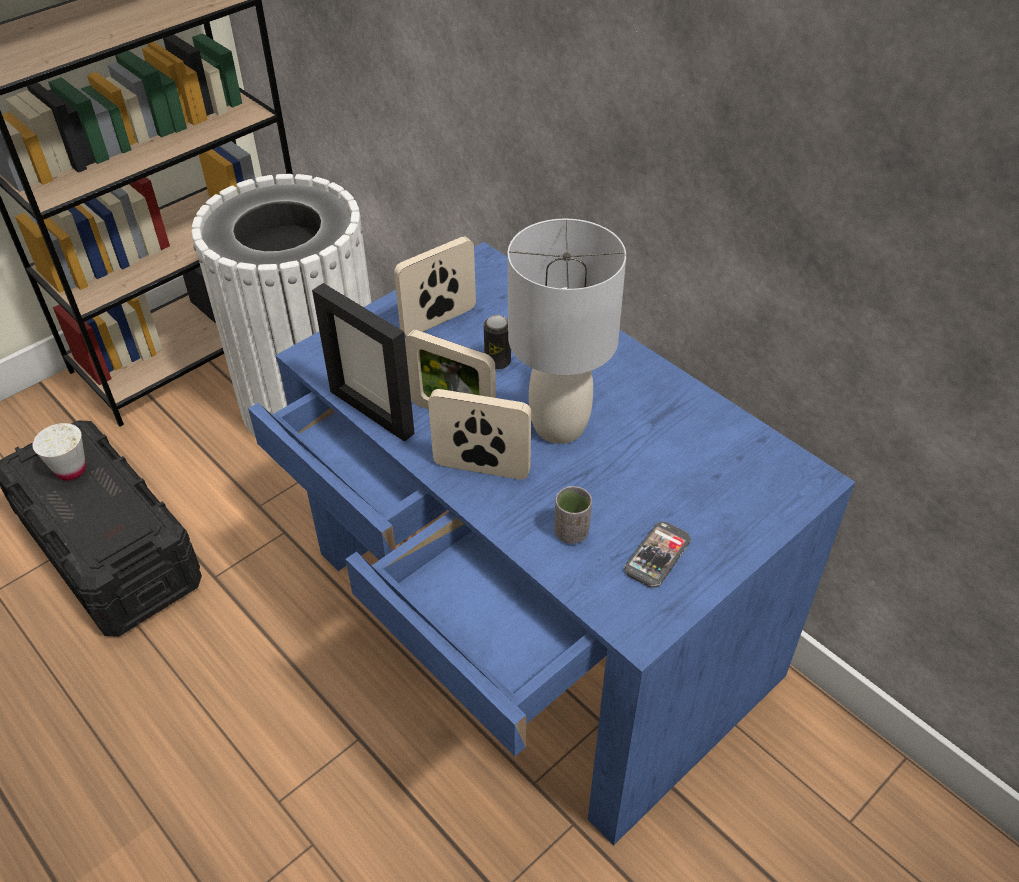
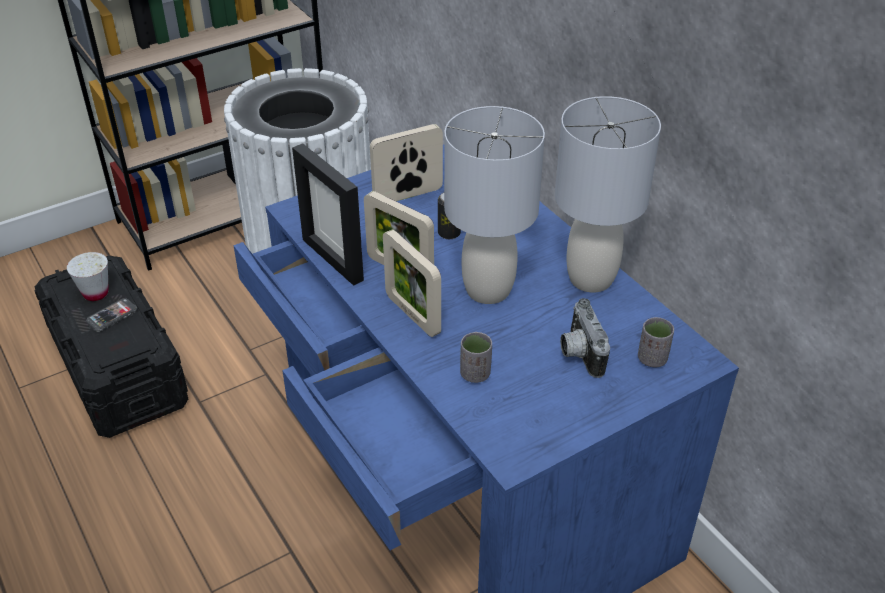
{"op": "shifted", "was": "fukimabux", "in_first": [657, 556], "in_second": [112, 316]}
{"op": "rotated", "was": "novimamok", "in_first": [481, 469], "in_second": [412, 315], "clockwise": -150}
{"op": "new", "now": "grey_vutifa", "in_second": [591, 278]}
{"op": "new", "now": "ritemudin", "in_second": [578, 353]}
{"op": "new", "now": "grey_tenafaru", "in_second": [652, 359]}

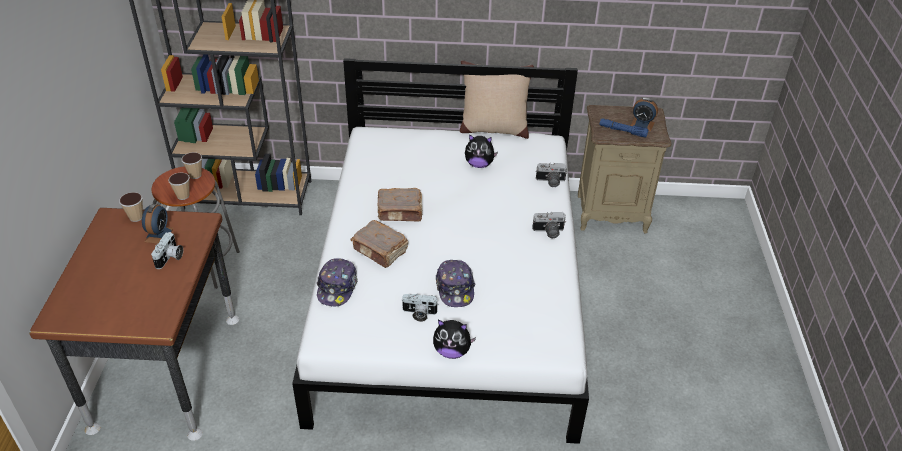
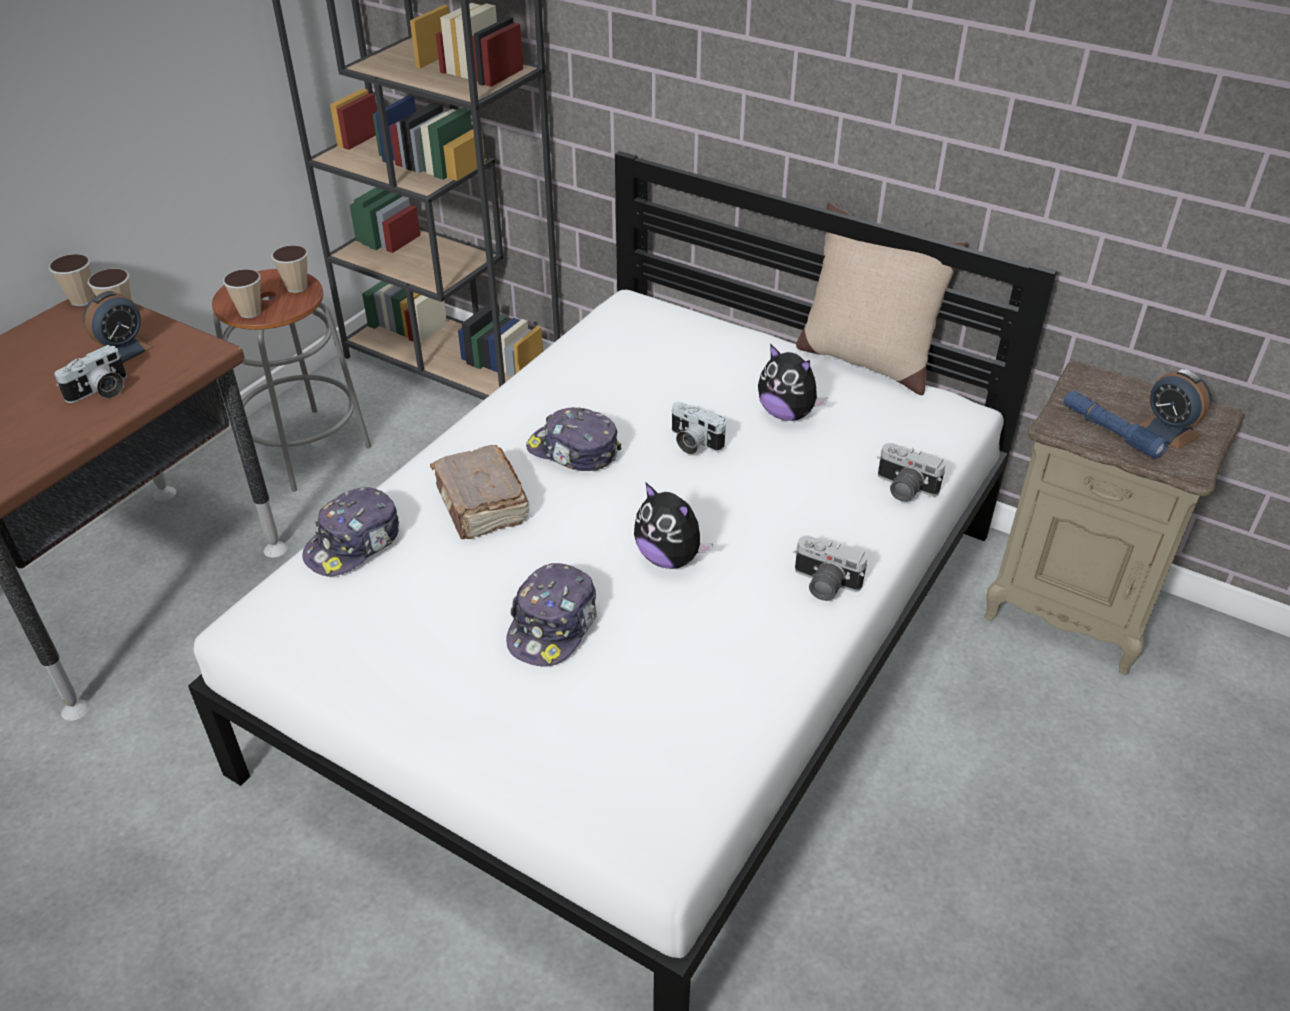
{"op": "new", "now": "tenafaru", "in_second": [82, 300]}
{"op": "swapped", "was": "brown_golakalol", "now": "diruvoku", "in_first": [400, 212], "in_second": [573, 451]}
{"op": "shifted", "was": "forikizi", "in_first": [452, 351], "in_second": [669, 557]}
{"op": "shifted", "was": "ritemudin", "in_first": [419, 314], "in_second": [692, 442]}

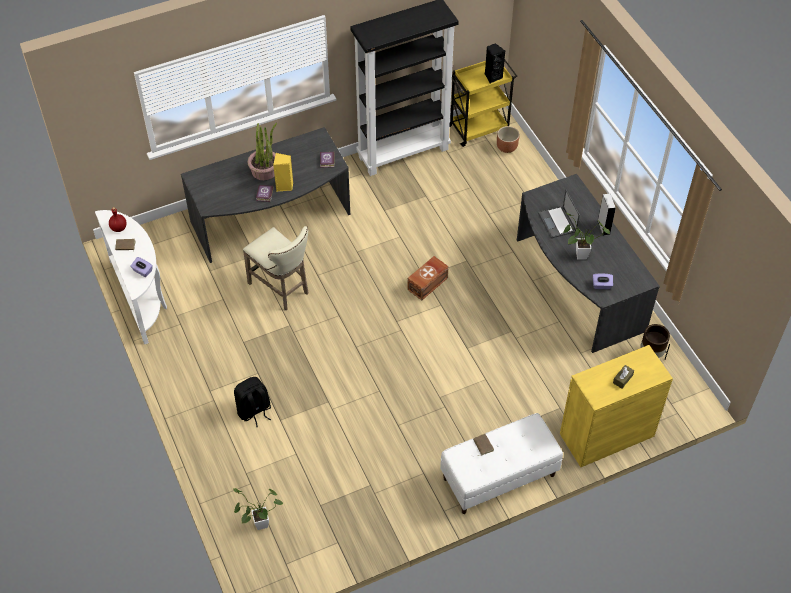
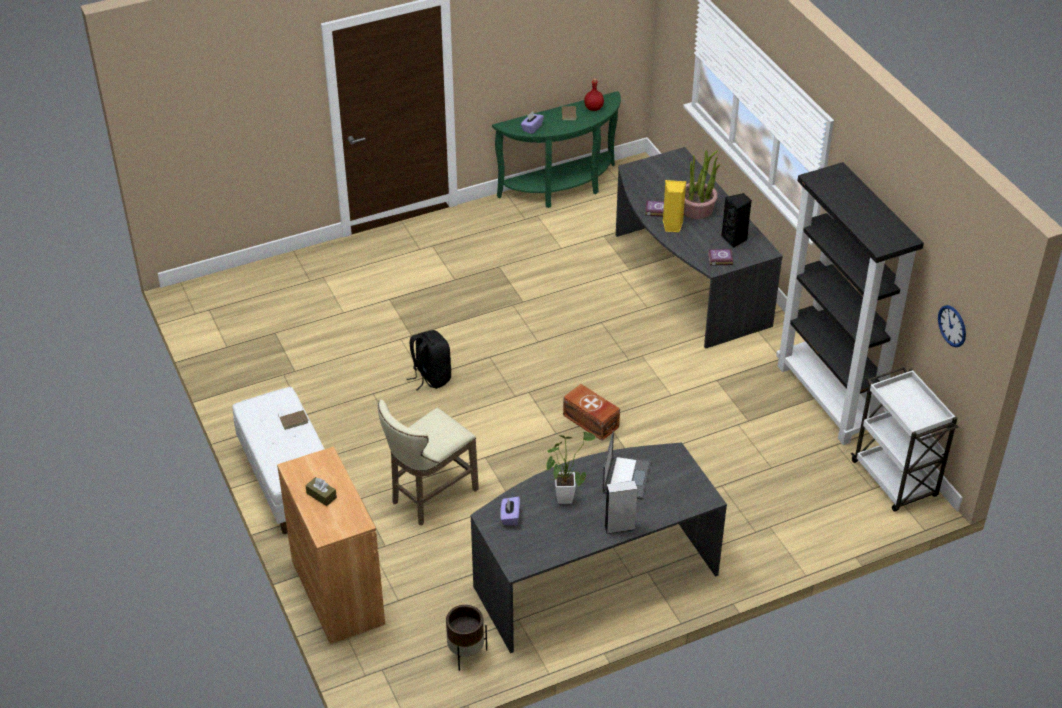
{"op": "repainted", "was": "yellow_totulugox", "now": "brown_totulugox", "in_first": [607, 435], "in_second": [337, 592]}
{"op": "shifted", "was": "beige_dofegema", "in_first": [281, 289], "in_second": [429, 497]}
{"op": "shifted", "was": "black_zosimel", "in_first": [254, 411], "in_second": [430, 377]}
{"op": "repainted", "was": "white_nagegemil", "now": "green_nagegemil", "in_first": [142, 297], "in_second": [563, 189]}
{"op": "rotated", "was": "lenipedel", "in_first": [557, 222], "in_second": [626, 477], "clockwise": 120}
{"op": "shifted", "was": "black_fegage", "in_first": [492, 76], "in_second": [735, 239]}
{"op": "repainted", "was": "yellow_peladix", "now": "white_peladix", "in_first": [479, 128], "in_second": [895, 480]}
{"op": "new", "now": "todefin", "in_second": [952, 326]}
{"op": "gone", "was": "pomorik", "in_first": [258, 525]}
{"op": "gone", "was": "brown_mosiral", "in_first": [507, 147]}

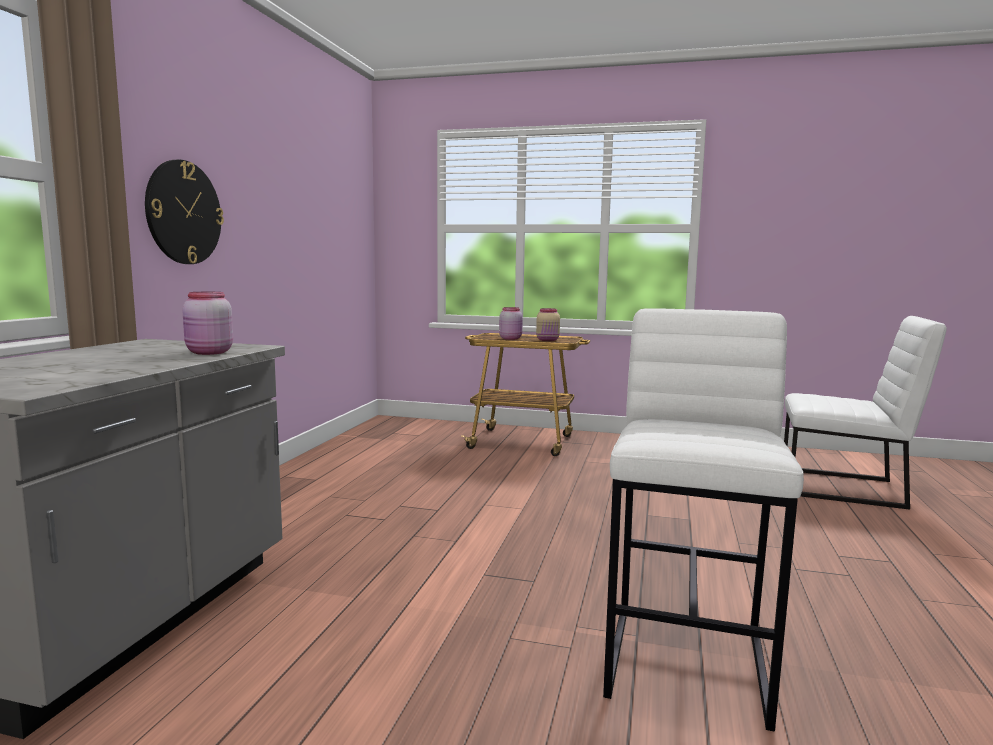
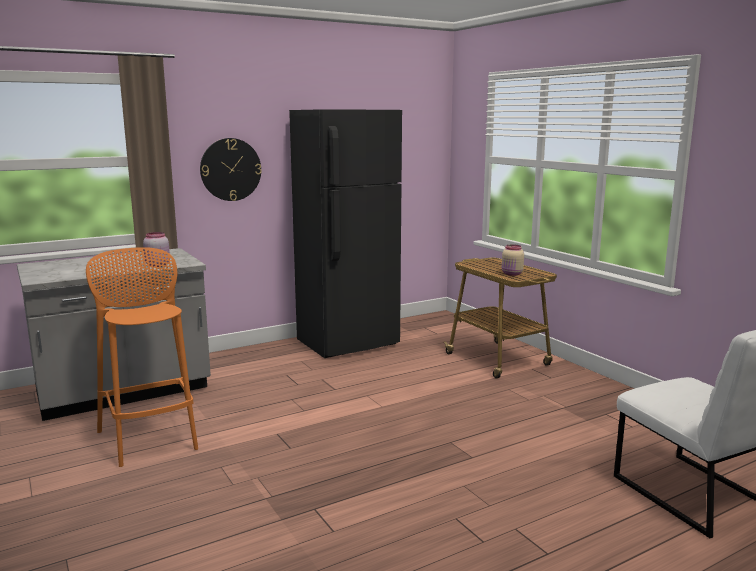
{"op": "new", "now": "orange_dofegema", "in_second": [152, 438]}
{"op": "new", "now": "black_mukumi", "in_second": [348, 342]}
{"op": "gone", "was": "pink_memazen", "in_first": [511, 338]}
{"op": "gone", "was": "white_dofegema", "in_first": [686, 658]}

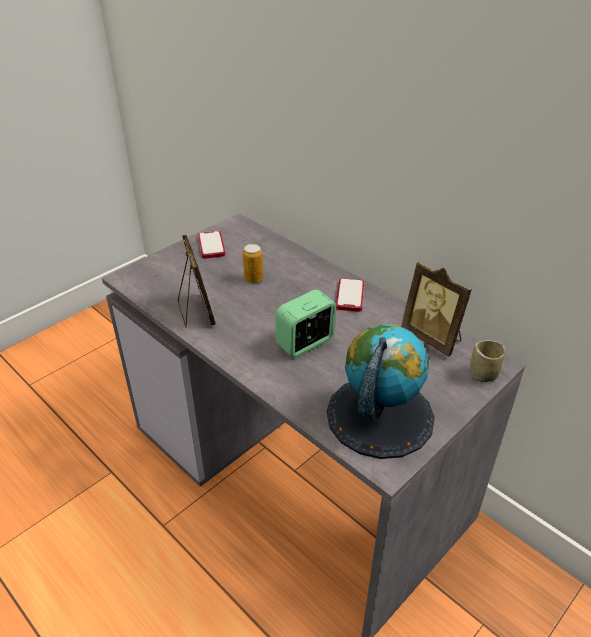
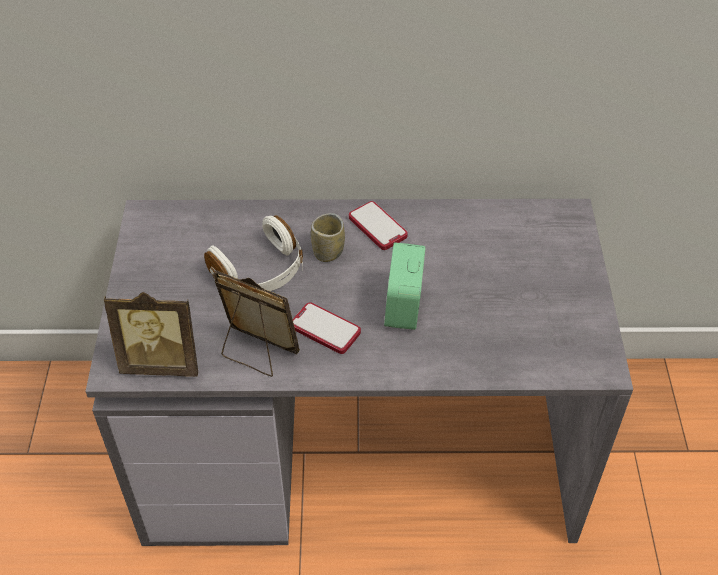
{"op": "shifted", "was": "novimamok", "in_first": [433, 338], "in_second": [162, 362]}
{"op": "swapped", "was": "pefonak", "now": "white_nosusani", "in_first": [253, 279], "in_second": [260, 272]}
{"op": "shifted", "was": "fukimabux", "in_first": [211, 246], "in_second": [325, 329]}
{"op": "shifted", "was": "tenafaru", "in_first": [483, 375], "in_second": [328, 252]}
{"op": "gone", "was": "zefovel", "in_first": [379, 415]}

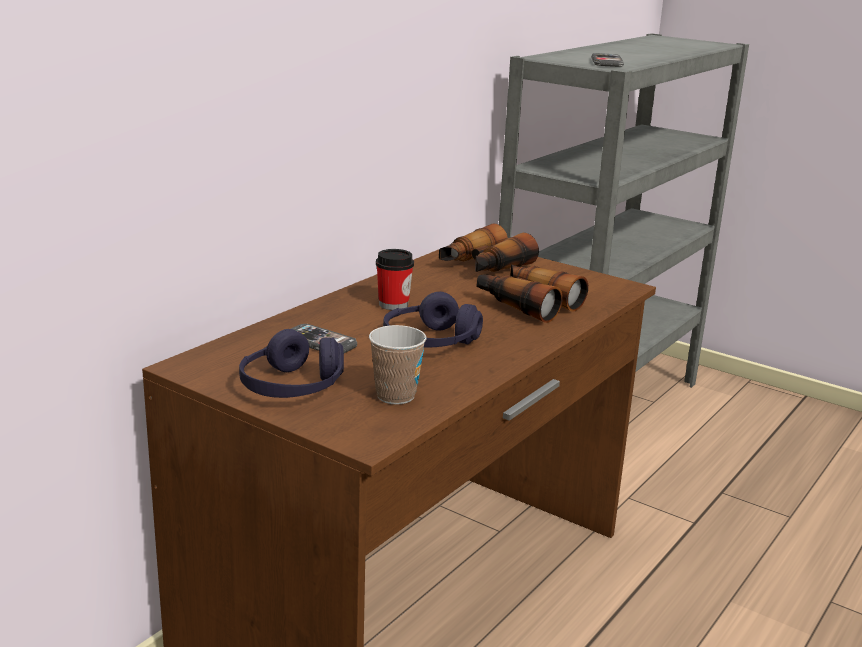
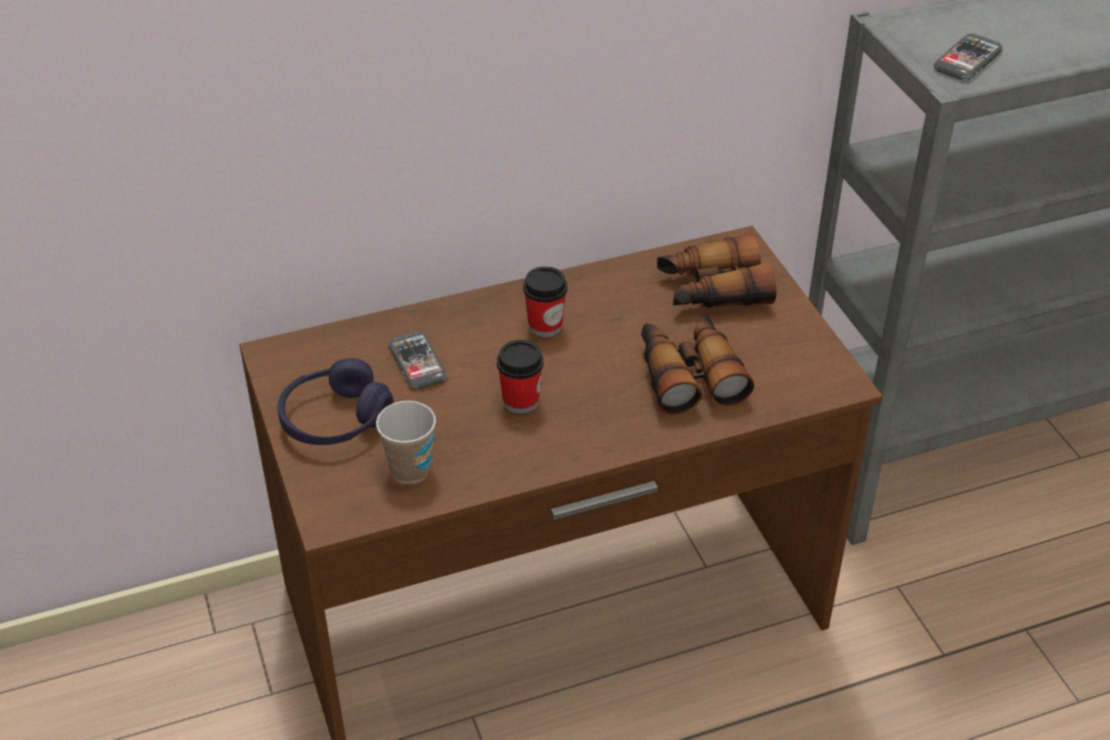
{"op": "swapped", "was": "purple_nosusani", "now": "tenafaru", "in_first": [430, 342], "in_second": [520, 401]}

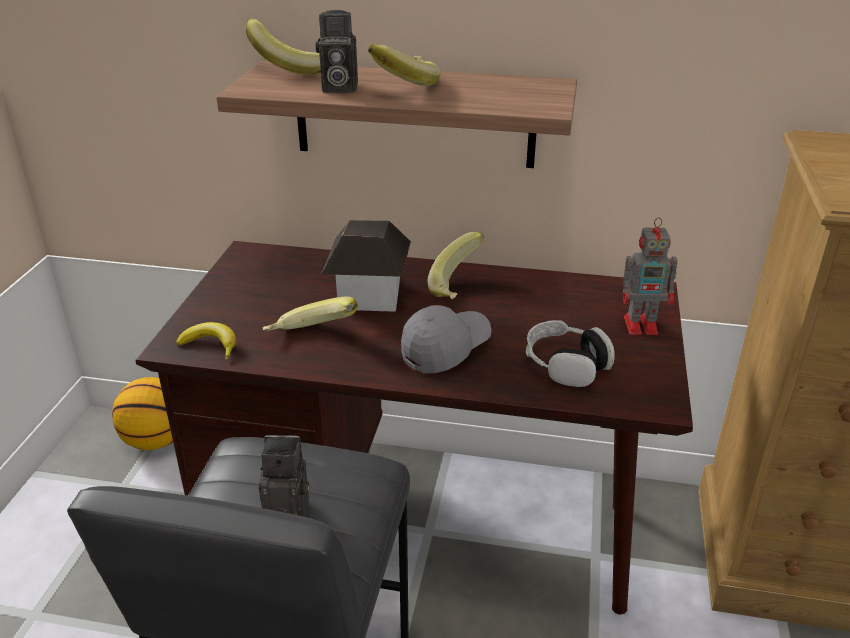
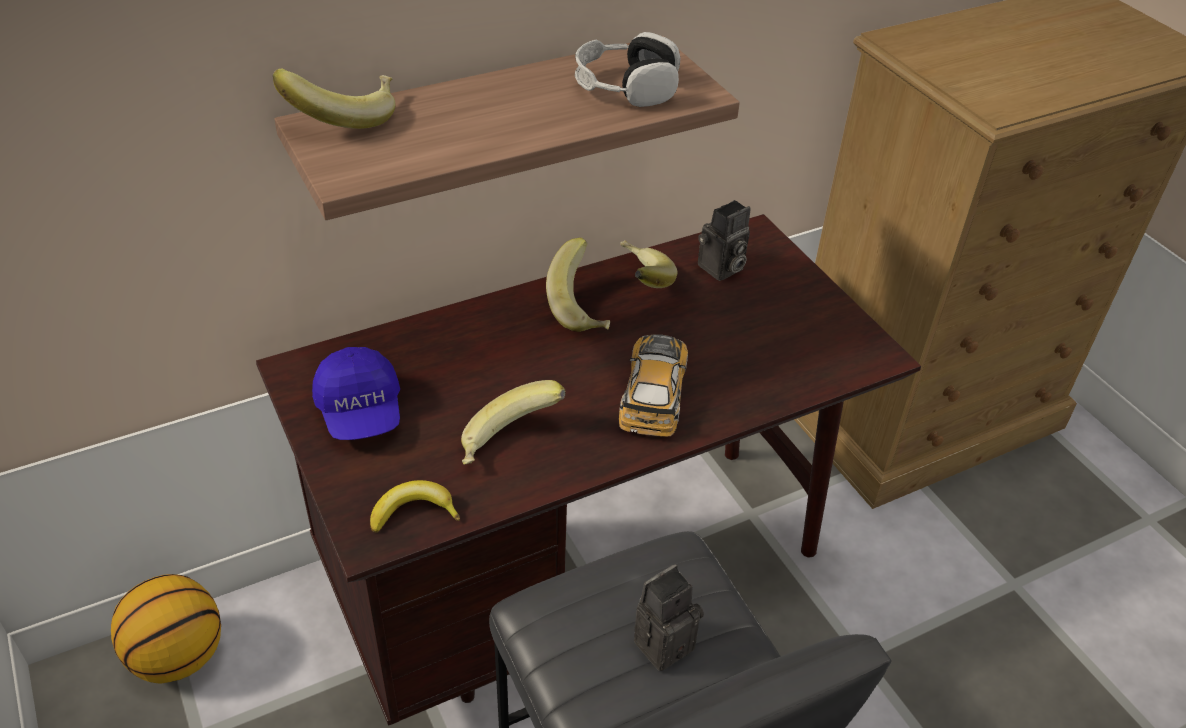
{"op": "new", "now": "blue_diruvoku", "in_second": [361, 412]}
{"op": "shifted", "was": "nosusani", "in_first": [566, 364], "in_second": [625, 87]}
{"op": "swapped", "was": "grey_diruvoku", "now": "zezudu", "in_first": [445, 349], "in_second": [654, 390]}
{"op": "shifted", "was": "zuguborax", "in_first": [403, 85], "in_second": [638, 282]}
{"op": "shifted", "was": "ritemudin", "in_first": [337, 88], "in_second": [720, 269]}
{"op": "gone", "was": "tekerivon", "in_first": [369, 294]}
{"op": "gone", "was": "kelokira", "in_first": [642, 325]}

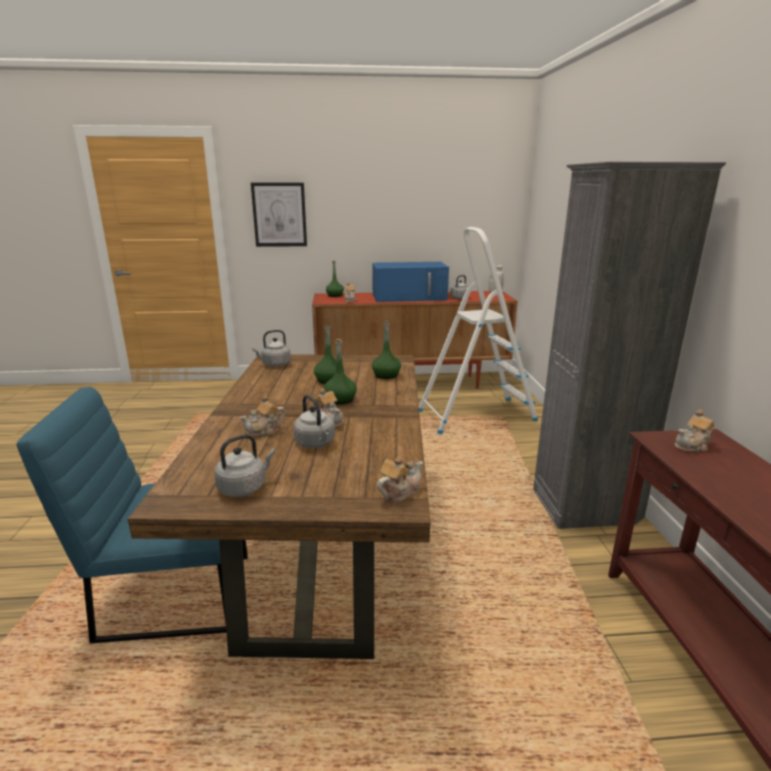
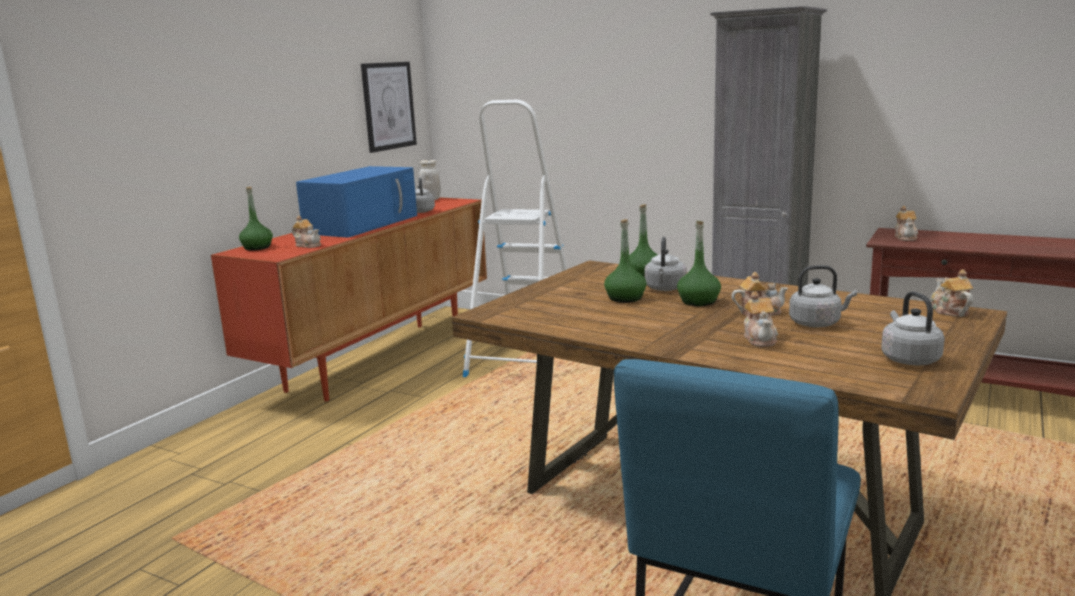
{"op": "shifted", "was": "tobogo", "in_first": [279, 215], "in_second": [388, 106]}
{"op": "shifted", "was": "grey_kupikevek", "in_first": [274, 364], "in_second": [665, 289]}

